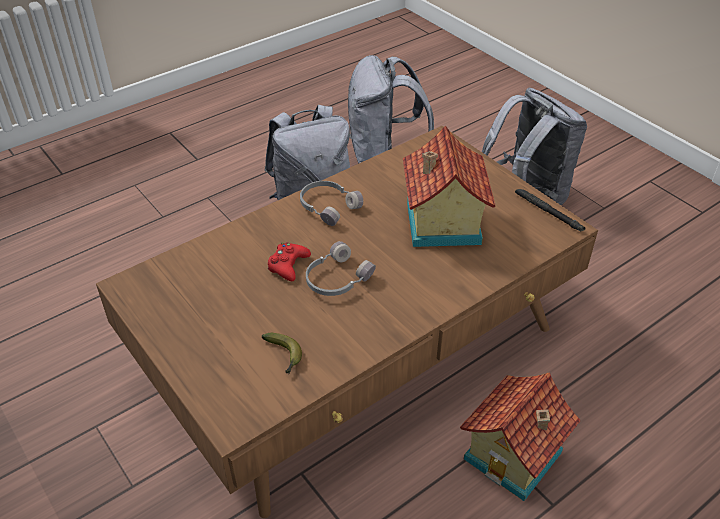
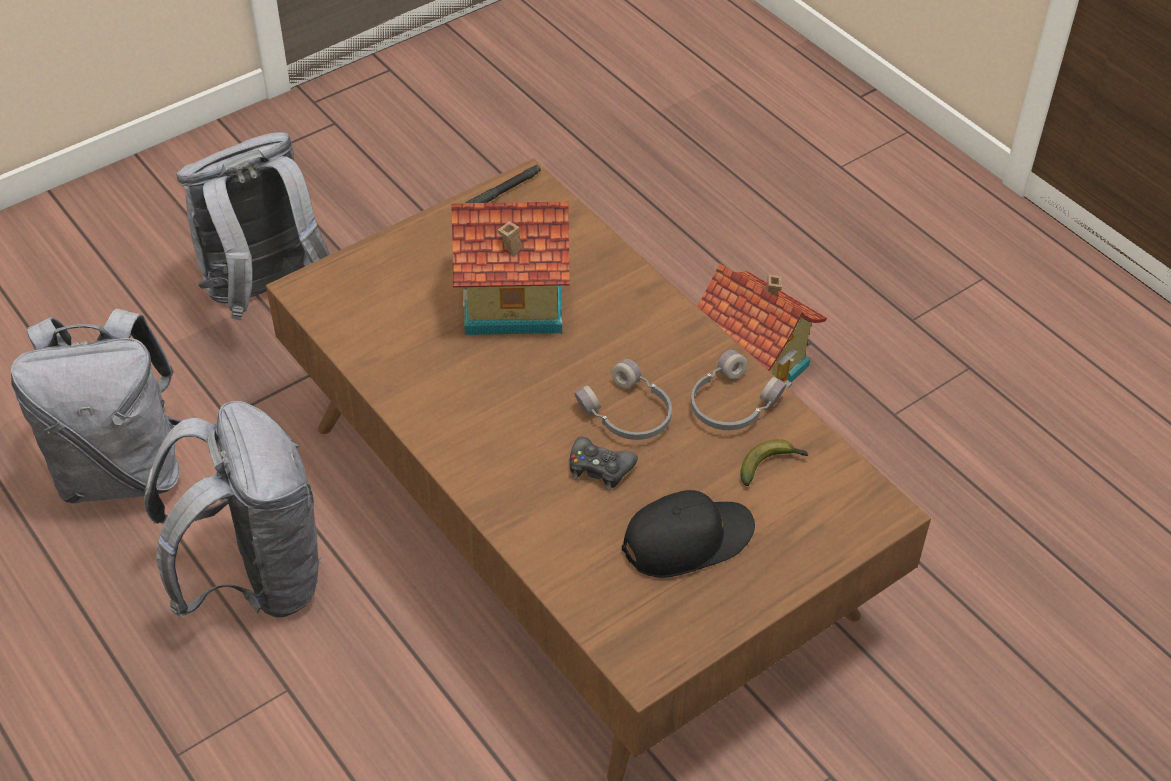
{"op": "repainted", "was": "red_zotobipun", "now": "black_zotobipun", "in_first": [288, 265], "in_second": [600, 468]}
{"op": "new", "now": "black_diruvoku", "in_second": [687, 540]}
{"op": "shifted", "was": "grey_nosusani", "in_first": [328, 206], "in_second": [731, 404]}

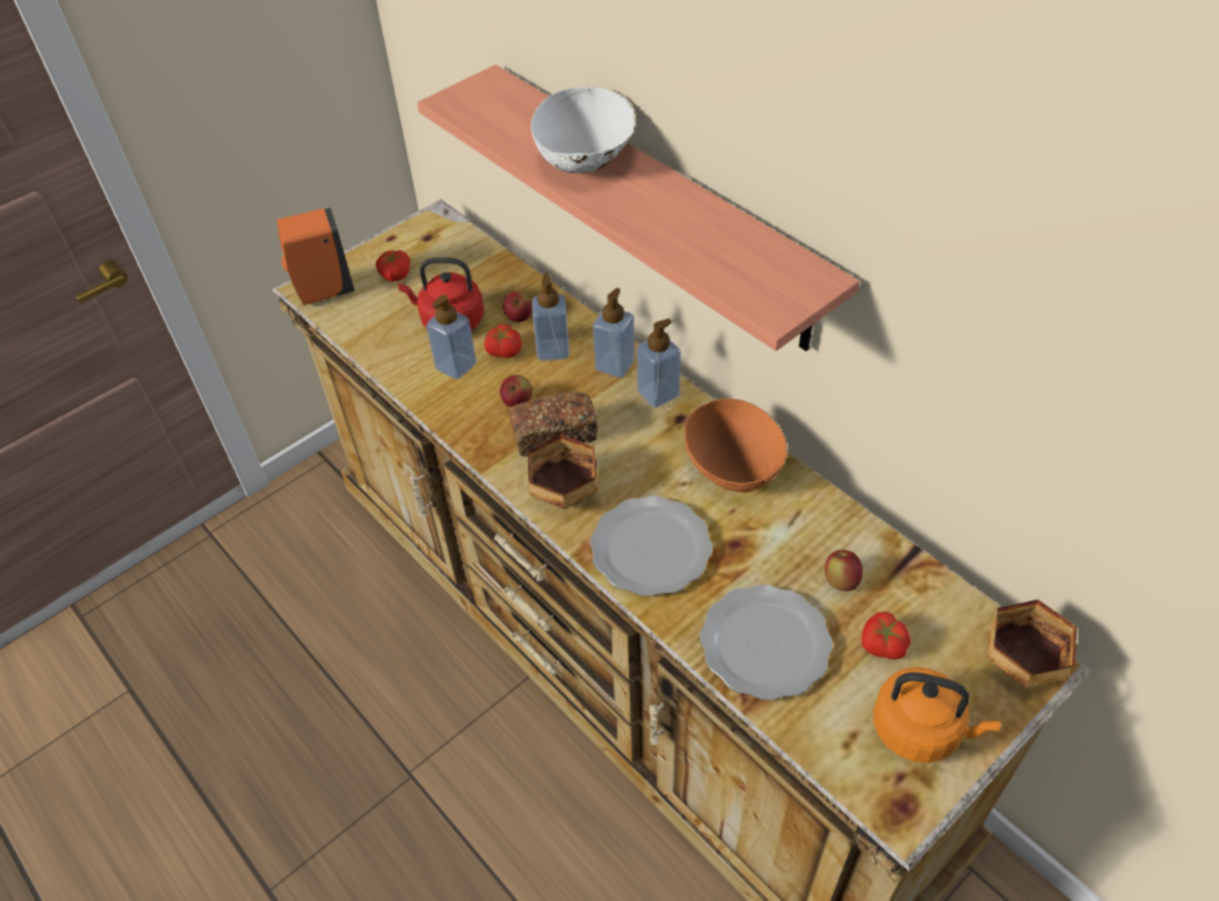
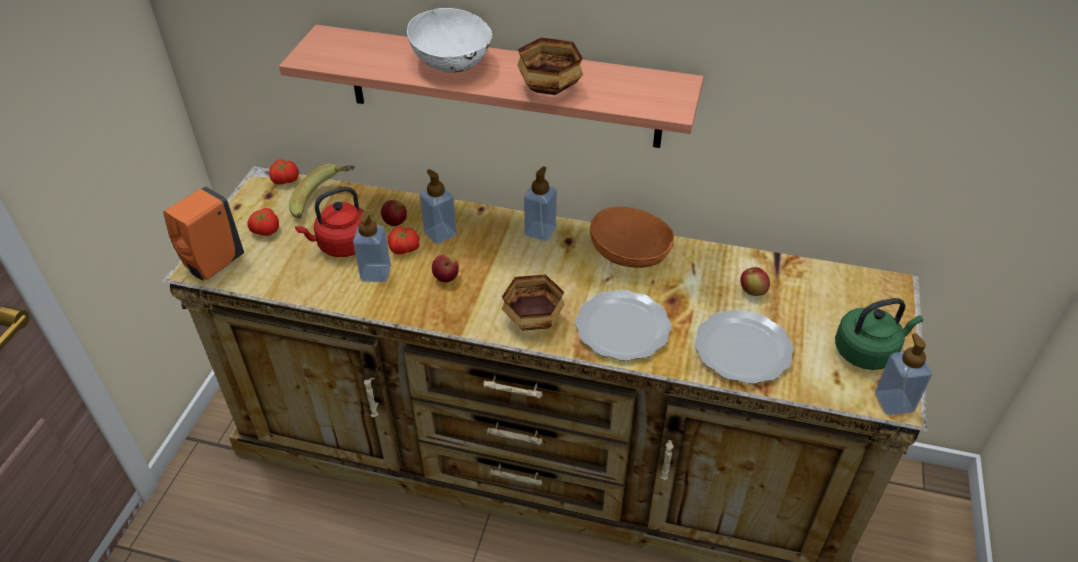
{"op": "shifted", "was": "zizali", "in_first": [881, 645], "in_second": [285, 180]}
{"op": "new", "now": "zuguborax", "in_second": [325, 202]}
{"op": "shifted", "was": "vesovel", "in_first": [1022, 665], "in_second": [551, 89]}
{"op": "repainted", "was": "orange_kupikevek", "now": "green_kupikevek", "in_first": [920, 730], "in_second": [867, 351]}
{"op": "shifted", "was": "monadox", "in_first": [615, 365], "in_second": [893, 402]}
{"op": "gone", "was": "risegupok", "in_first": [554, 435]}

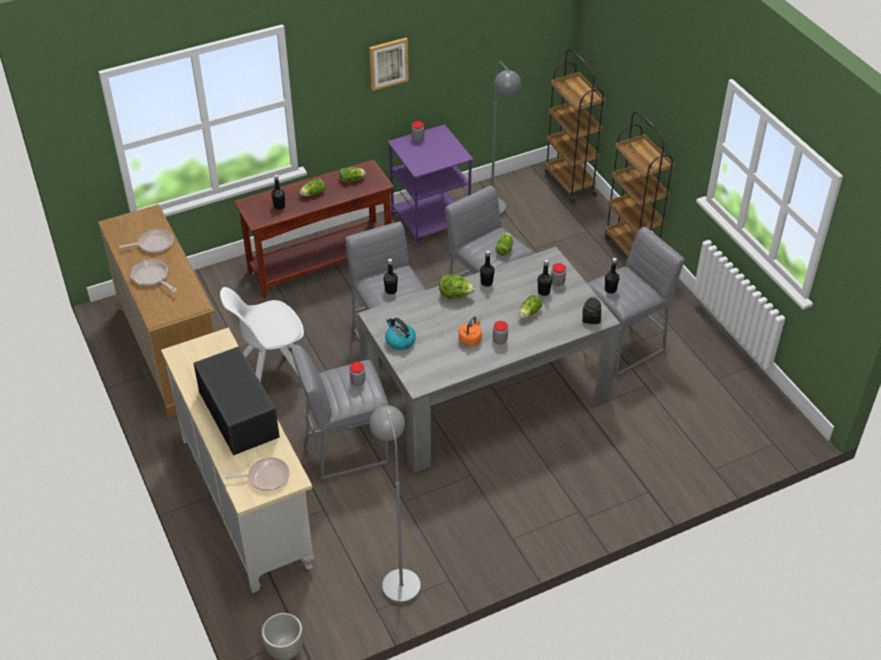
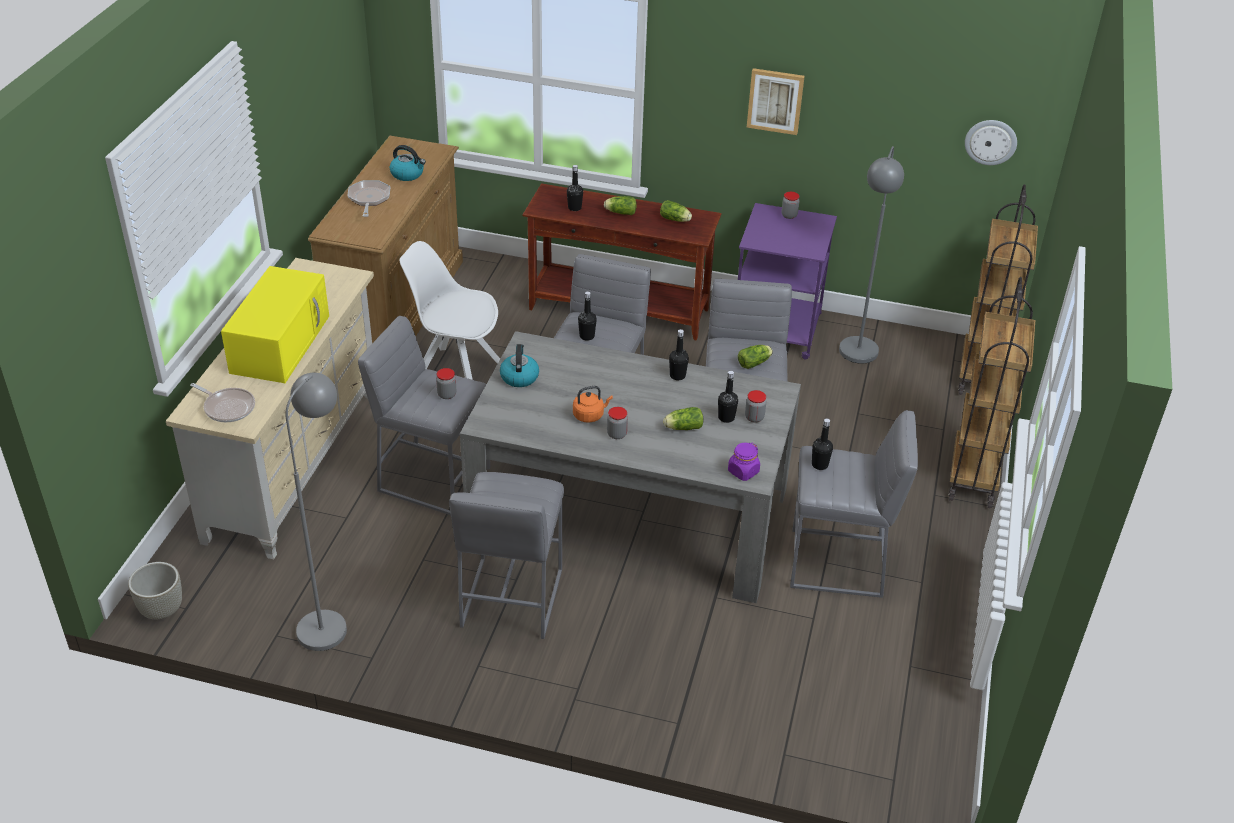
{"op": "repainted", "was": "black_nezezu", "now": "yellow_nezezu", "in_first": [237, 413], "in_second": [280, 342]}
{"op": "swapped", "was": "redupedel", "now": "kupikevek", "in_first": [153, 244], "in_second": [408, 174]}
{"op": "new", "now": "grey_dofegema", "in_second": [511, 599]}
{"op": "repainted", "was": "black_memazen", "now": "purple_memazen", "in_first": [591, 318], "in_second": [743, 472]}
{"op": "new", "now": "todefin", "in_second": [990, 141]}
{"op": "gone", "was": "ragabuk", "in_first": [455, 295]}

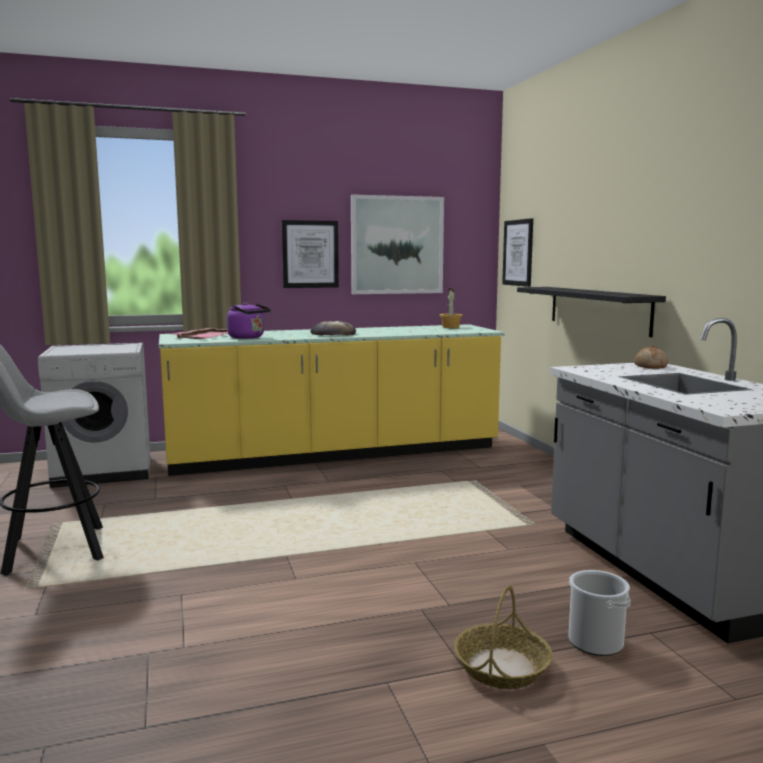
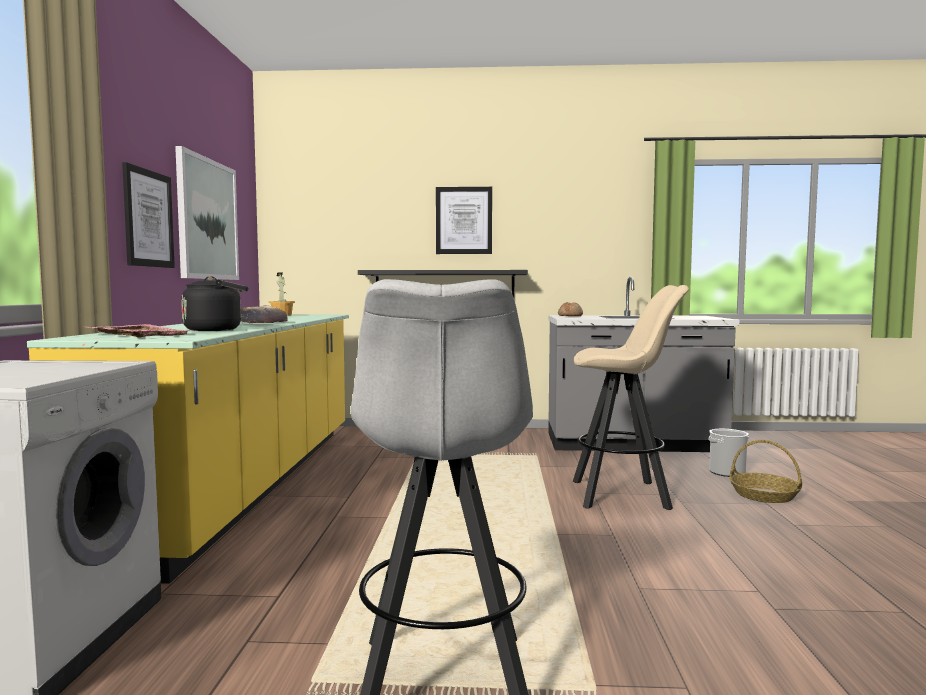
{"op": "repainted", "was": "purple_kupikevek", "now": "black_kupikevek", "in_first": [248, 337], "in_second": [216, 330]}
{"op": "shifted", "was": "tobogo", "in_first": [518, 252], "in_second": [464, 220]}
{"op": "new", "now": "beige_dofegema", "in_second": [623, 495]}

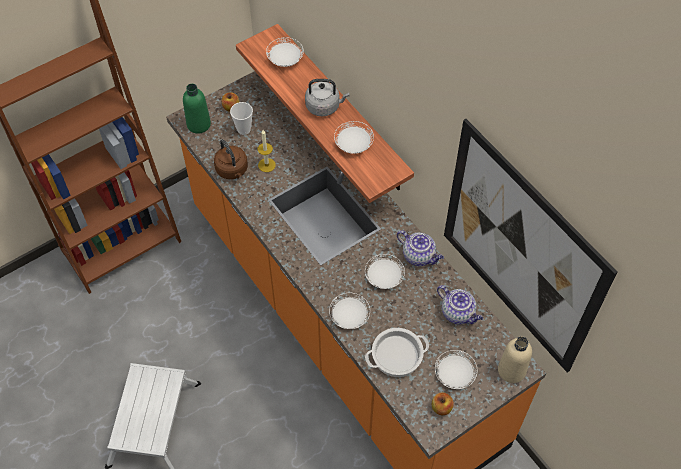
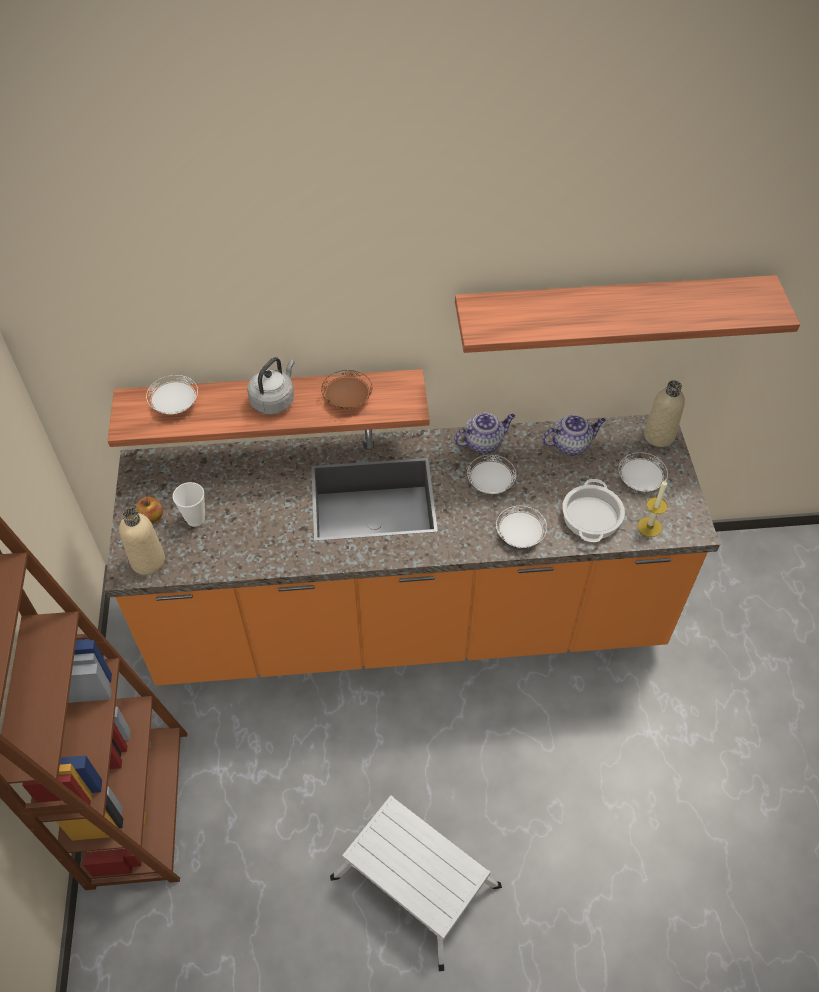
{"op": "repainted", "was": "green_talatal", "now": "beige_talatal", "in_first": [198, 124], "in_second": [148, 561]}
{"op": "repainted", "was": "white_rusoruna", "now": "brown_rusoruna", "in_first": [353, 144], "in_second": [347, 399]}
{"op": "swapped", "was": "tobogo", "now": "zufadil", "in_first": [520, 250], "in_second": [611, 310]}
{"op": "shifted", "was": "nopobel", "in_first": [266, 165], "in_second": [649, 527]}
{"op": "gone", "was": "brown_kupikevek", "in_first": [232, 170]}
{"op": "gone", "was": "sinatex", "in_first": [441, 407]}

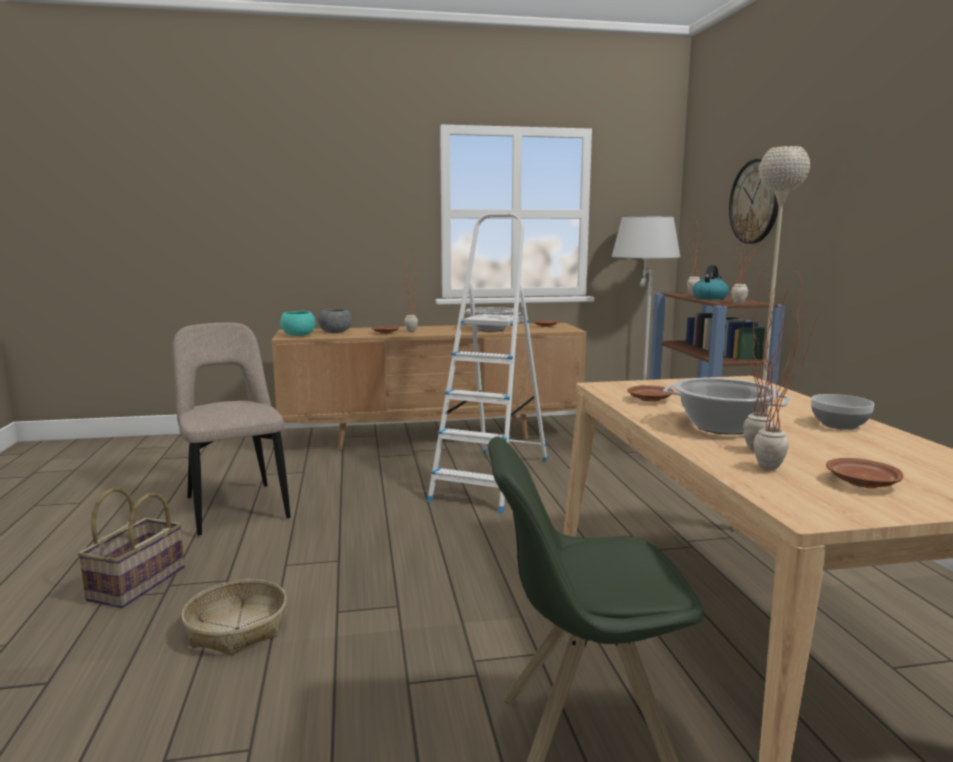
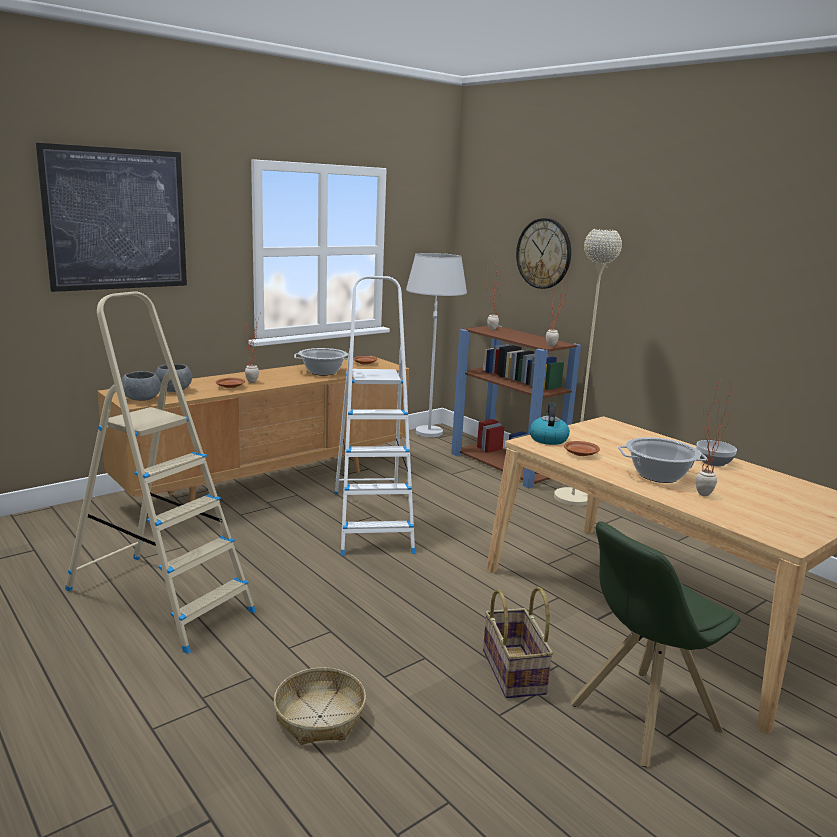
{"op": "new", "now": "tobogo", "in_second": [116, 219]}
{"op": "swapped", "was": "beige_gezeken", "now": "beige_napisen", "in_first": [235, 506], "in_second": [160, 600]}
{"op": "repainted", "was": "turquoise_vesovel", "now": "grey_vesovel", "in_first": [298, 335], "in_second": [141, 399]}
{"op": "shifted", "was": "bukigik", "in_first": [138, 584], "in_second": [515, 672]}
{"op": "shifted", "was": "kupikevek", "in_first": [710, 297], "in_second": [548, 439]}
{"op": "gone", "was": "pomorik", "in_first": [778, 468]}
{"op": "gone", "was": "brown_rusoruna", "in_first": [861, 483]}

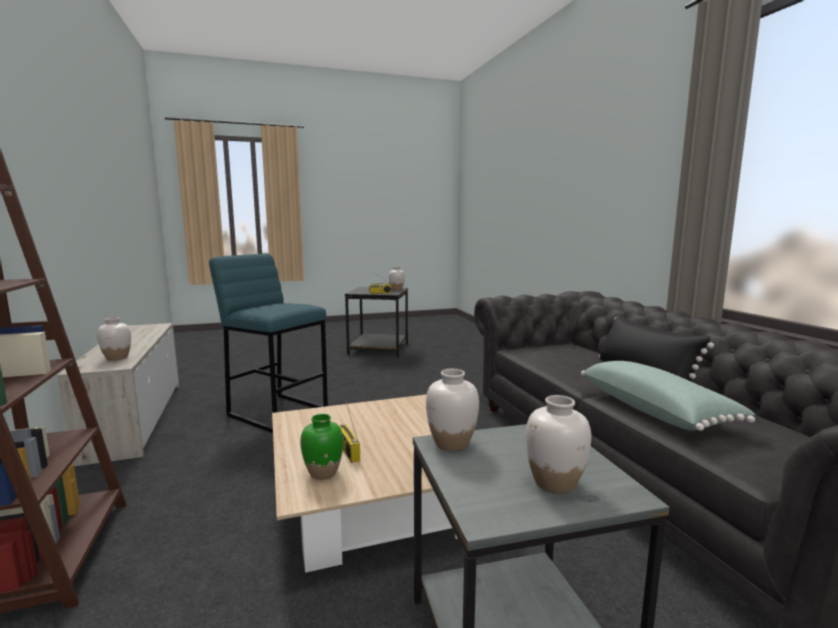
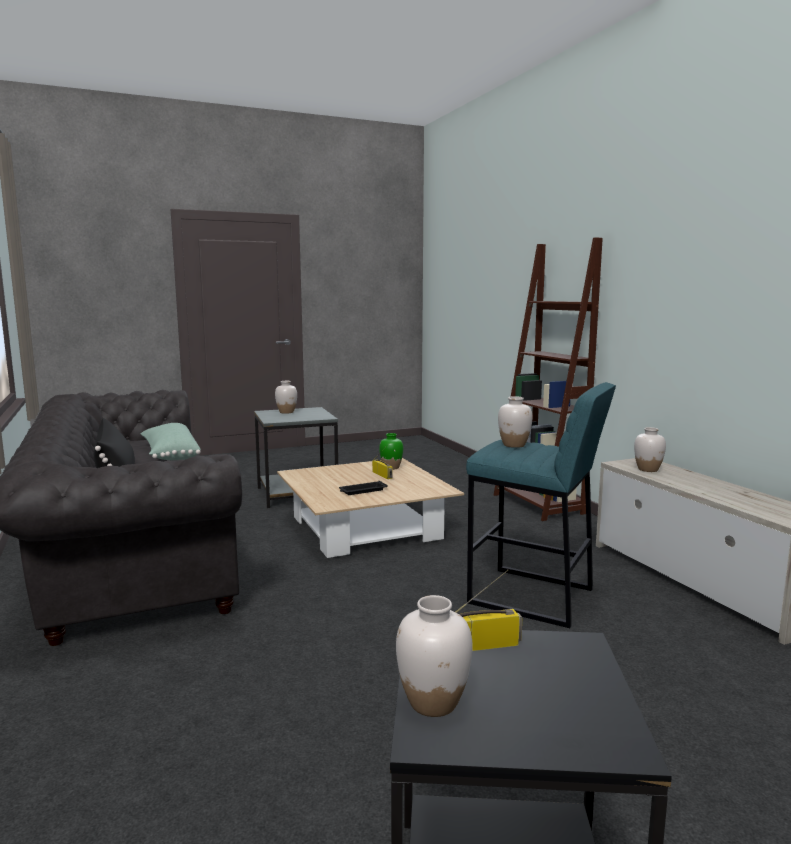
{"op": "new", "now": "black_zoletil", "in_second": [362, 491]}
{"op": "shifted", "was": "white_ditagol", "in_first": [451, 444], "in_second": [514, 445]}

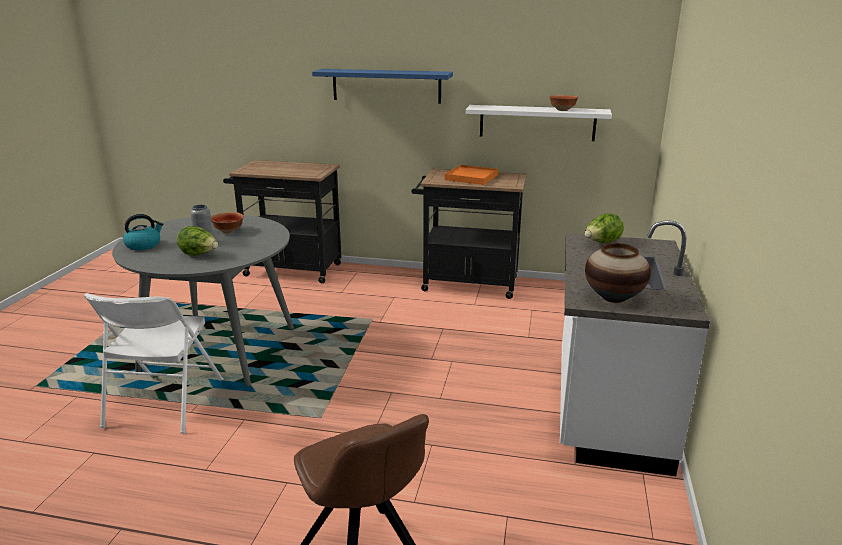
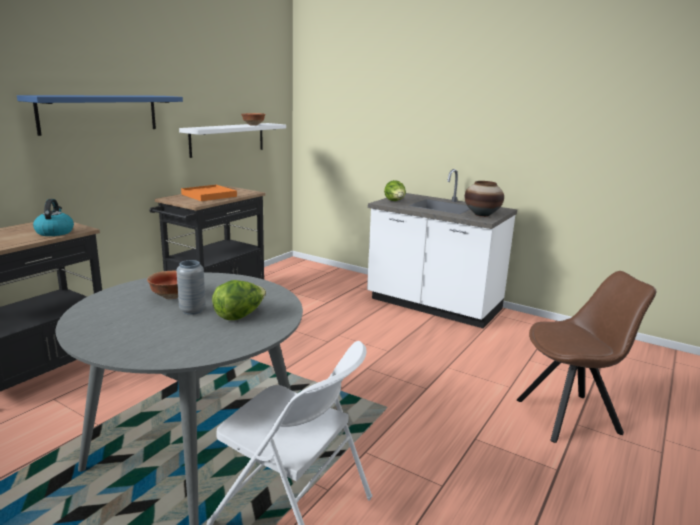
{"op": "shifted", "was": "kupikevek", "in_first": [144, 245], "in_second": [55, 232]}

